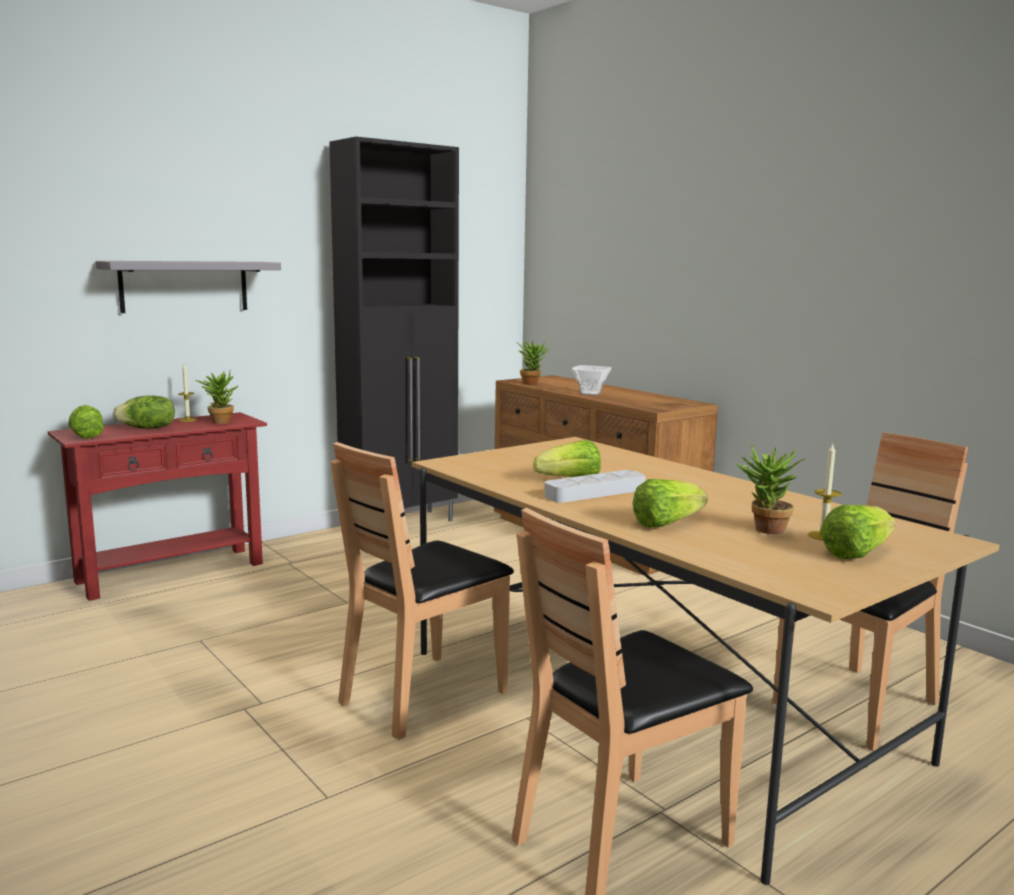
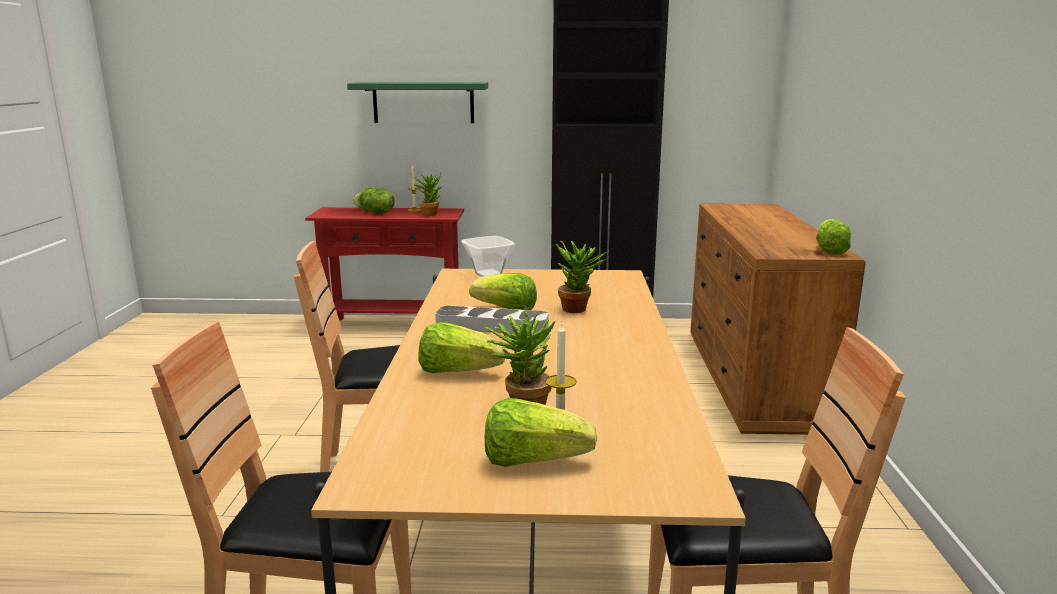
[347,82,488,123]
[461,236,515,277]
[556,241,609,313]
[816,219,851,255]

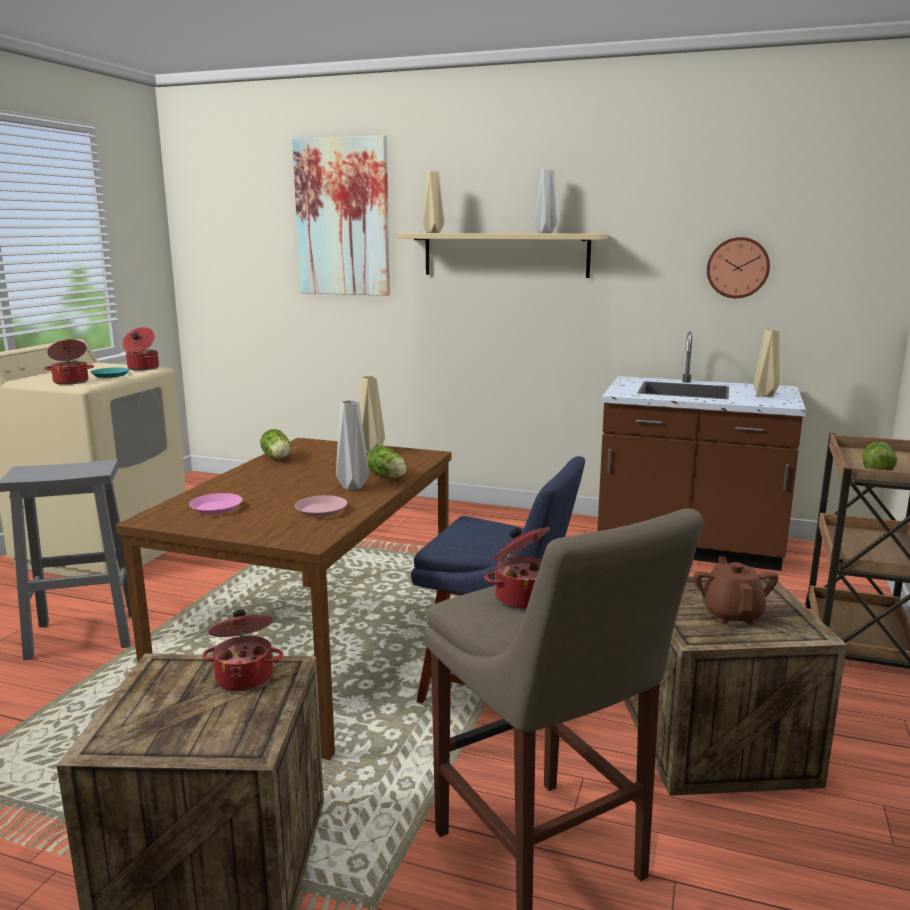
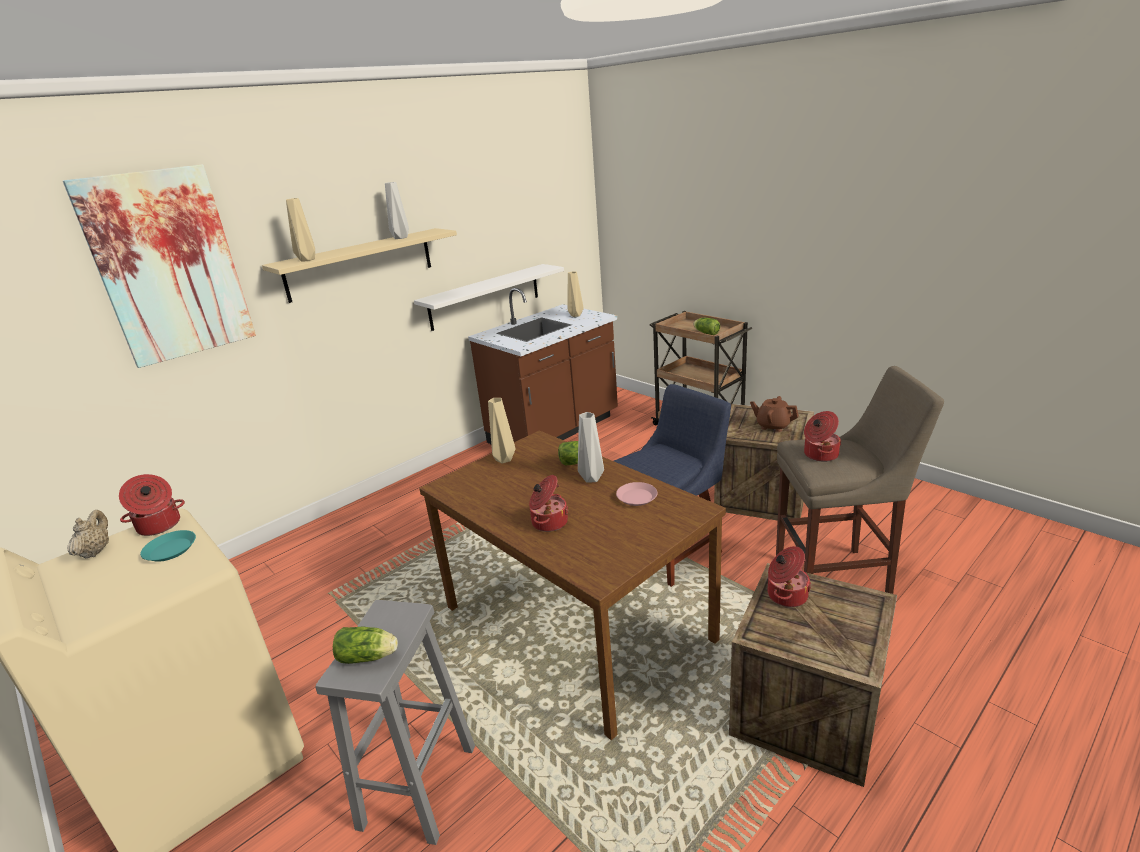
[67,510,109,558]
[333,627,398,664]
[414,264,564,331]
[529,475,568,532]
[189,493,243,515] (first image)
[707,237,770,298] (first image)

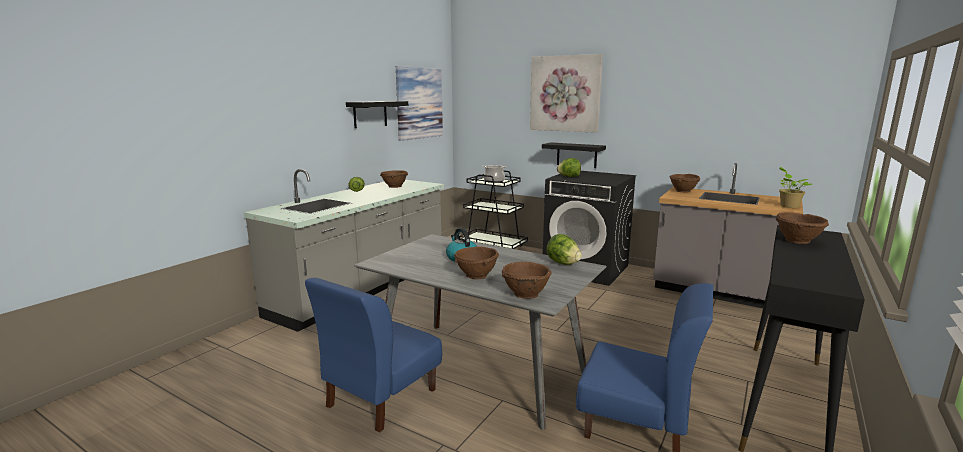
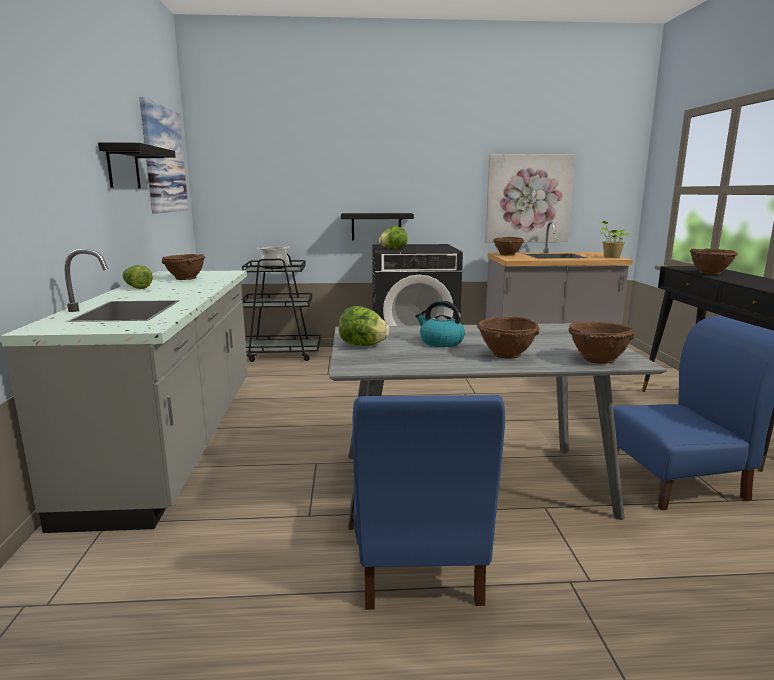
[339,306,389,346]
[485,154,575,243]

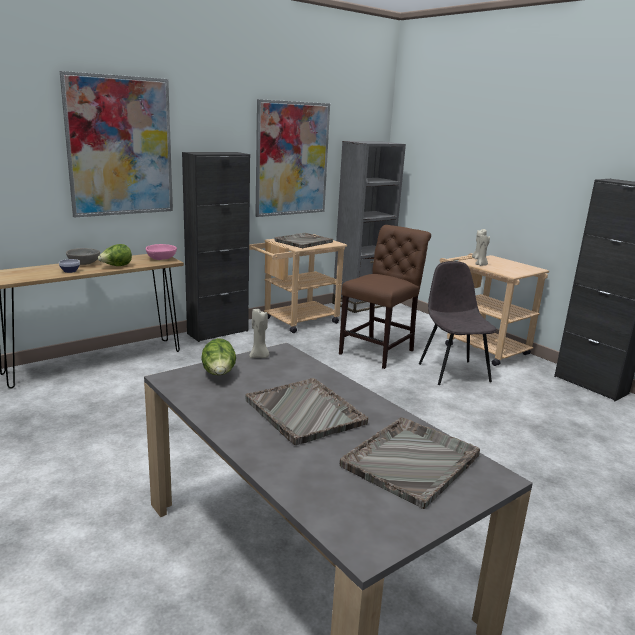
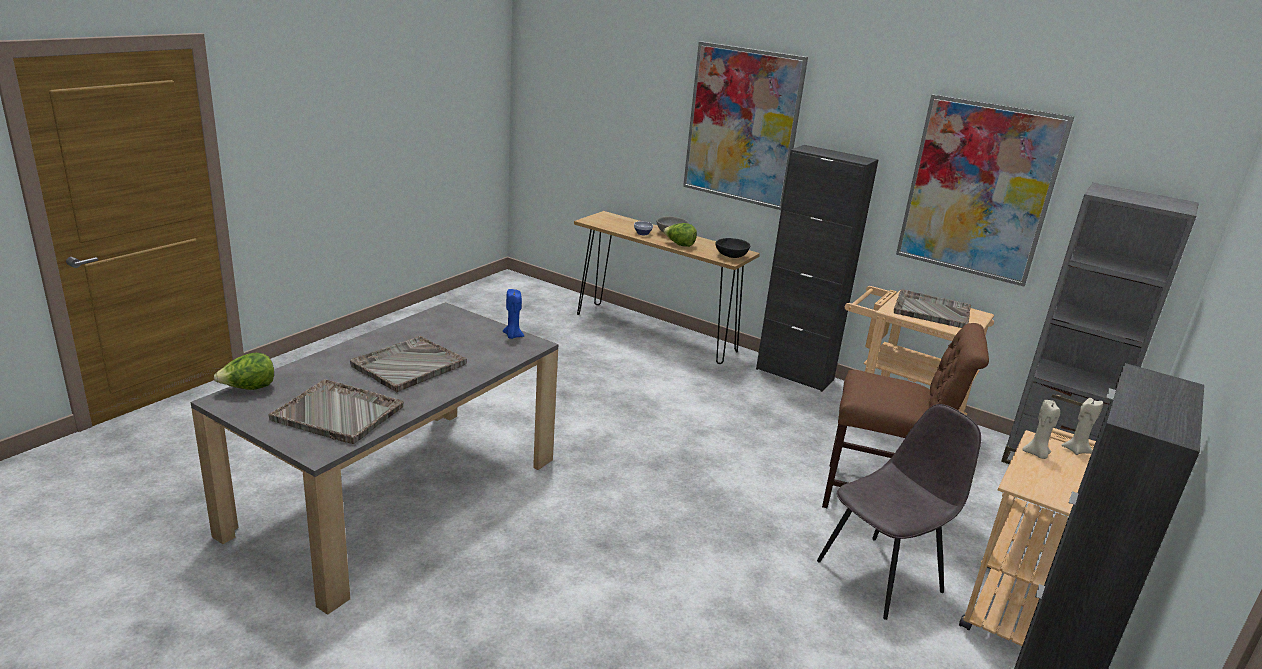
[214,353,274,390]
[503,289,524,339]
[716,238,750,258]

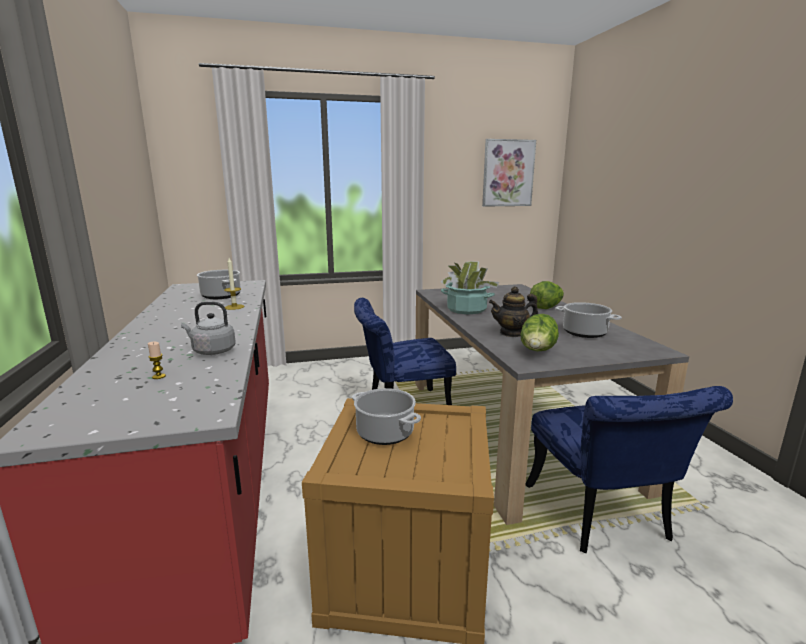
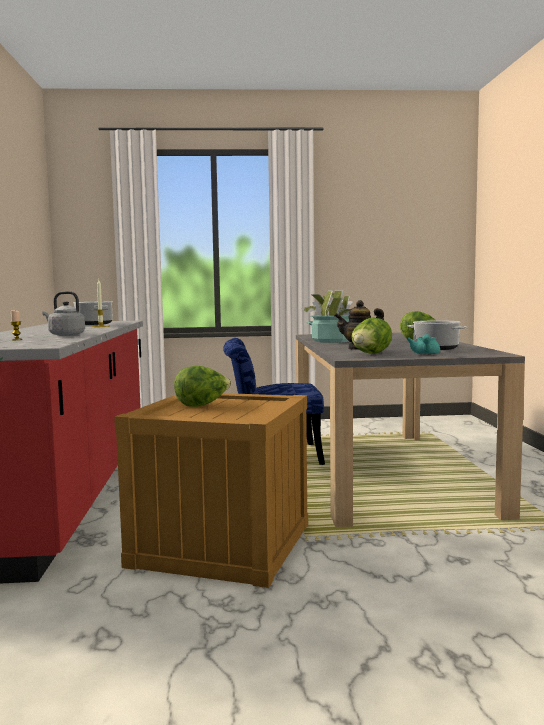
[174,366,231,407]
[407,334,440,355]
[482,139,536,207] (first image)
[525,386,733,553] (first image)

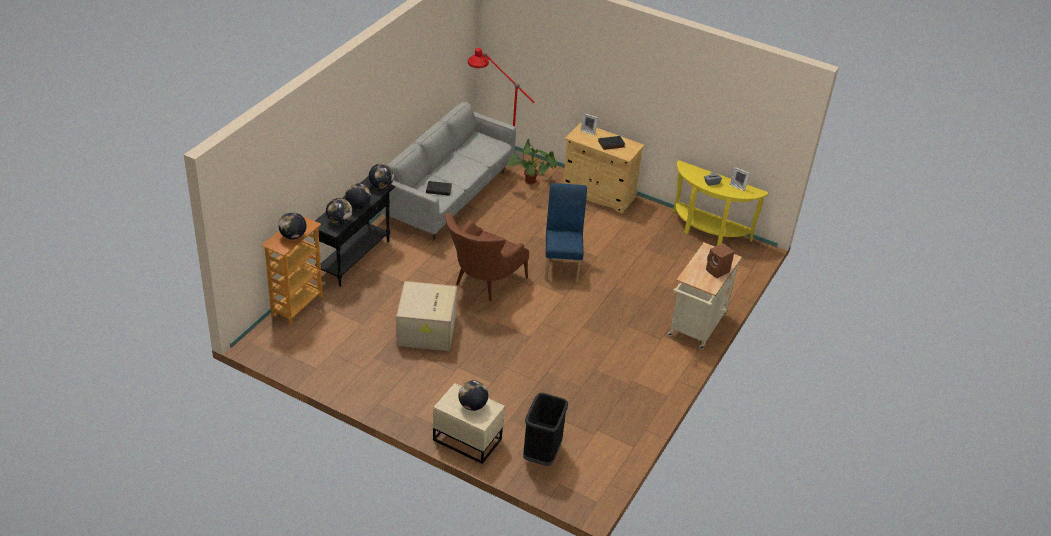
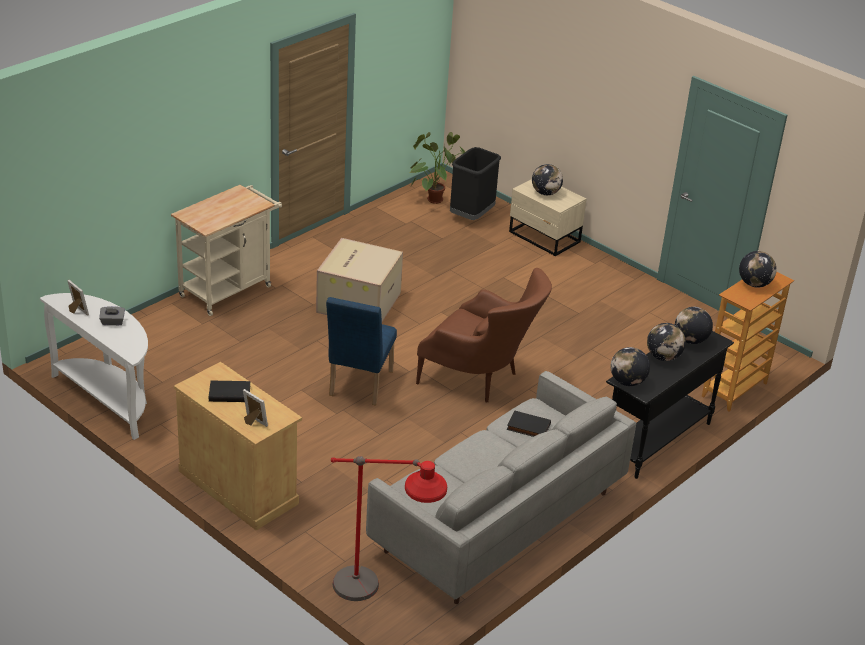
[40,293,148,440]
[316,238,403,322]
[409,132,465,204]
[416,268,552,402]
[706,243,734,278] (first image)

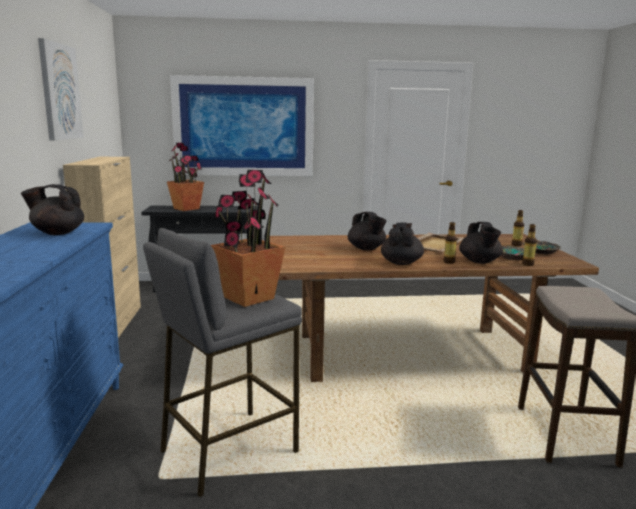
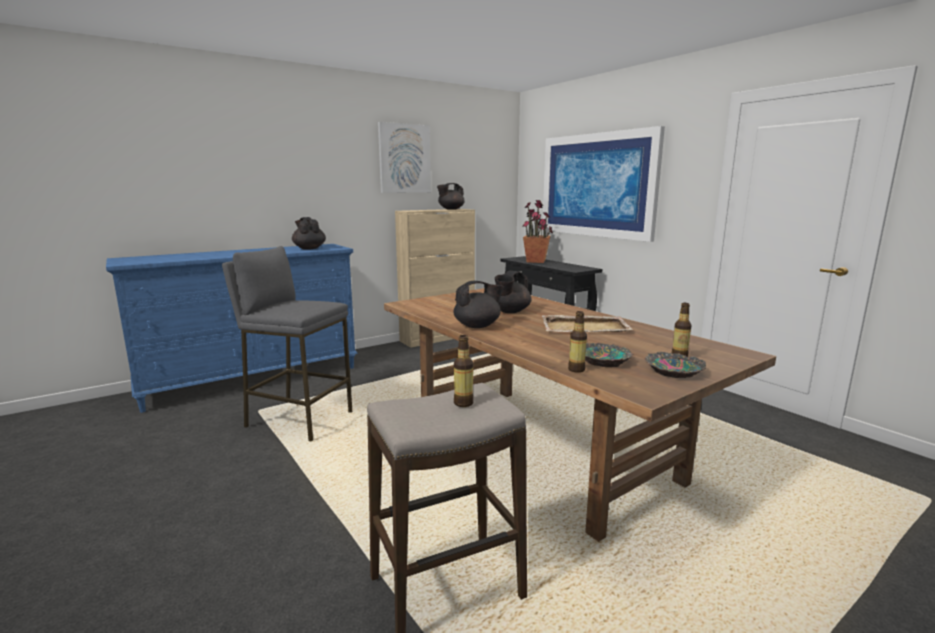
[437,183,465,210]
[454,335,474,407]
[211,170,285,307] (first image)

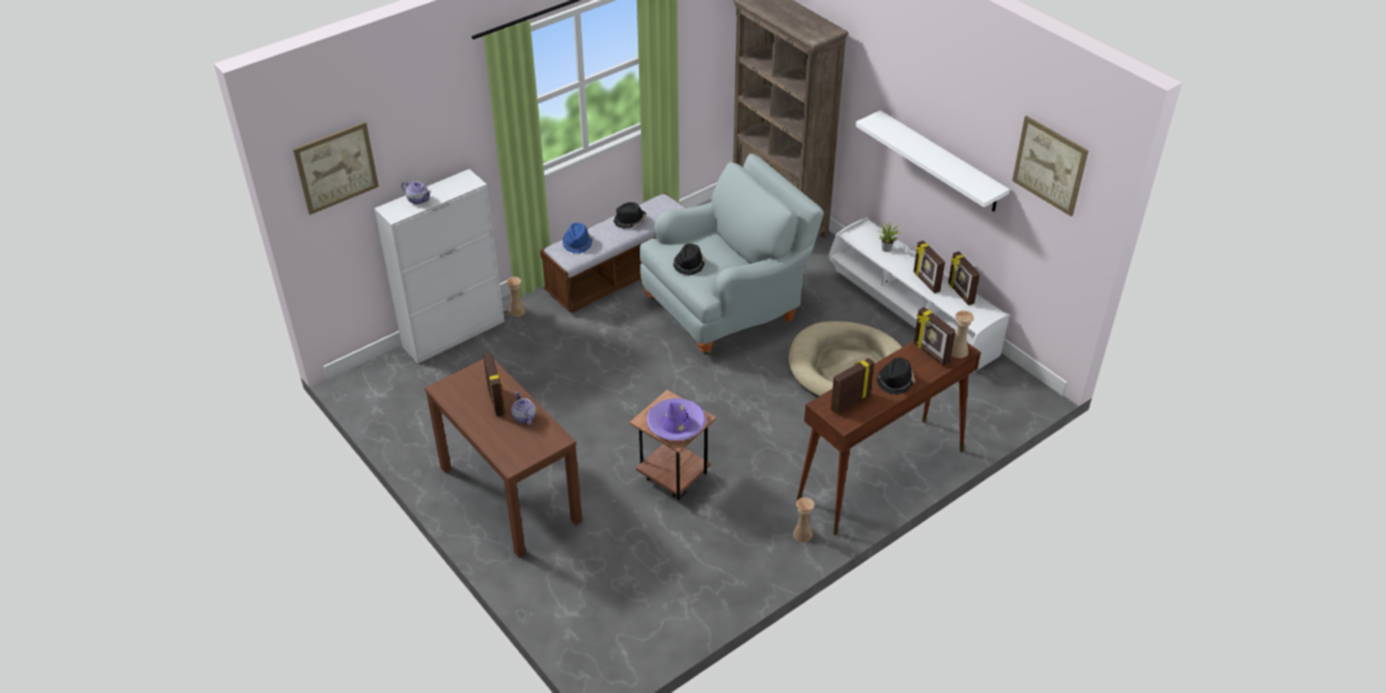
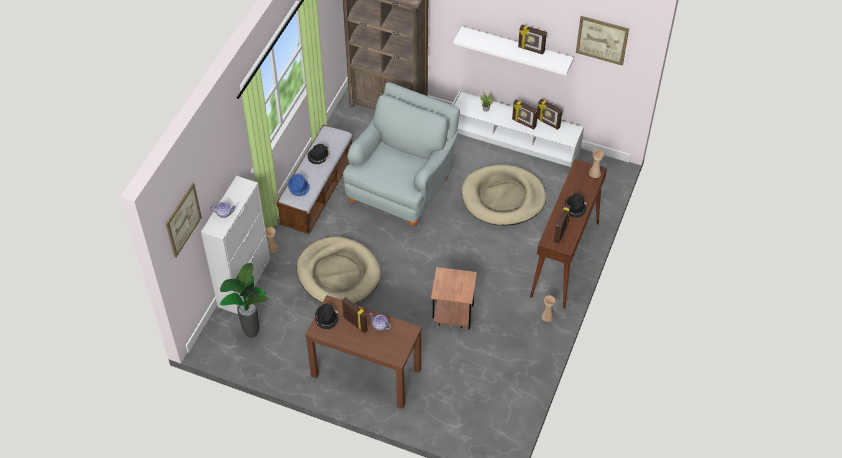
[220,263,268,338]
[297,237,381,304]
[315,304,339,329]
[518,25,547,54]
[647,398,706,441] (first image)

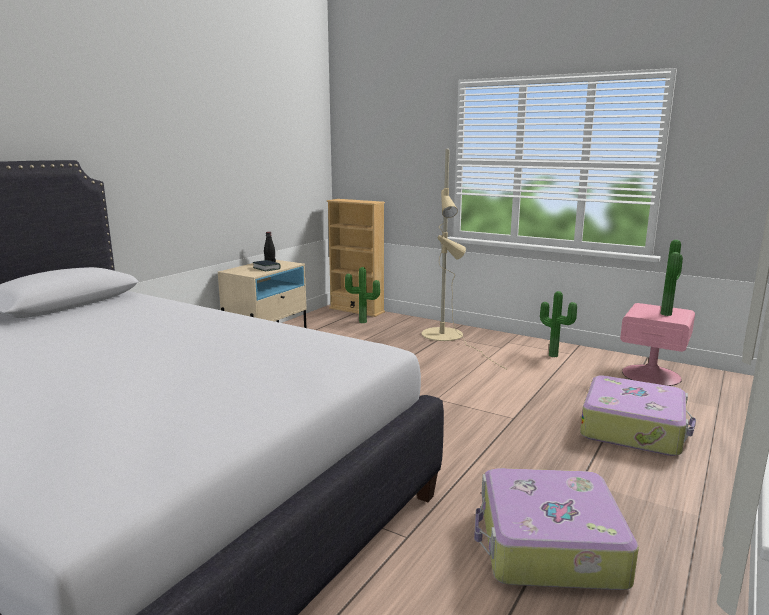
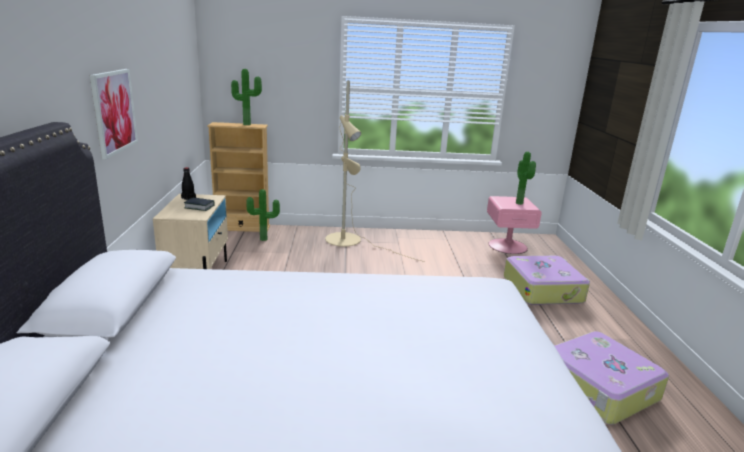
[90,69,138,159]
[231,69,262,125]

